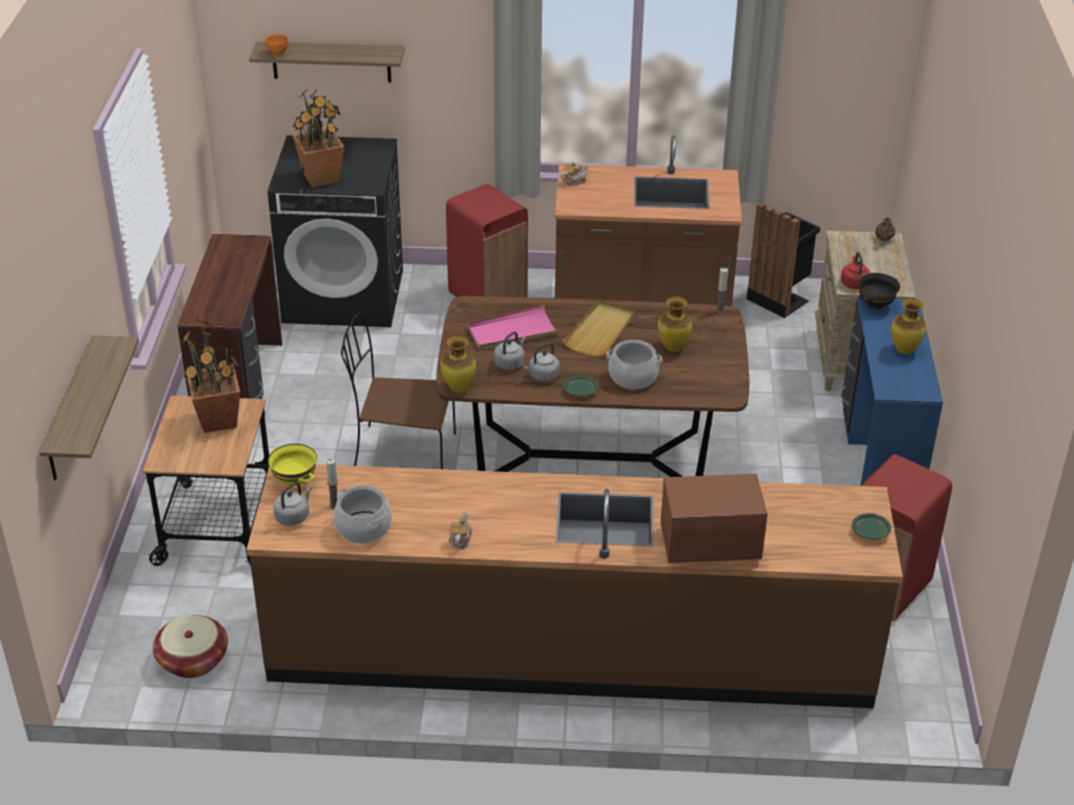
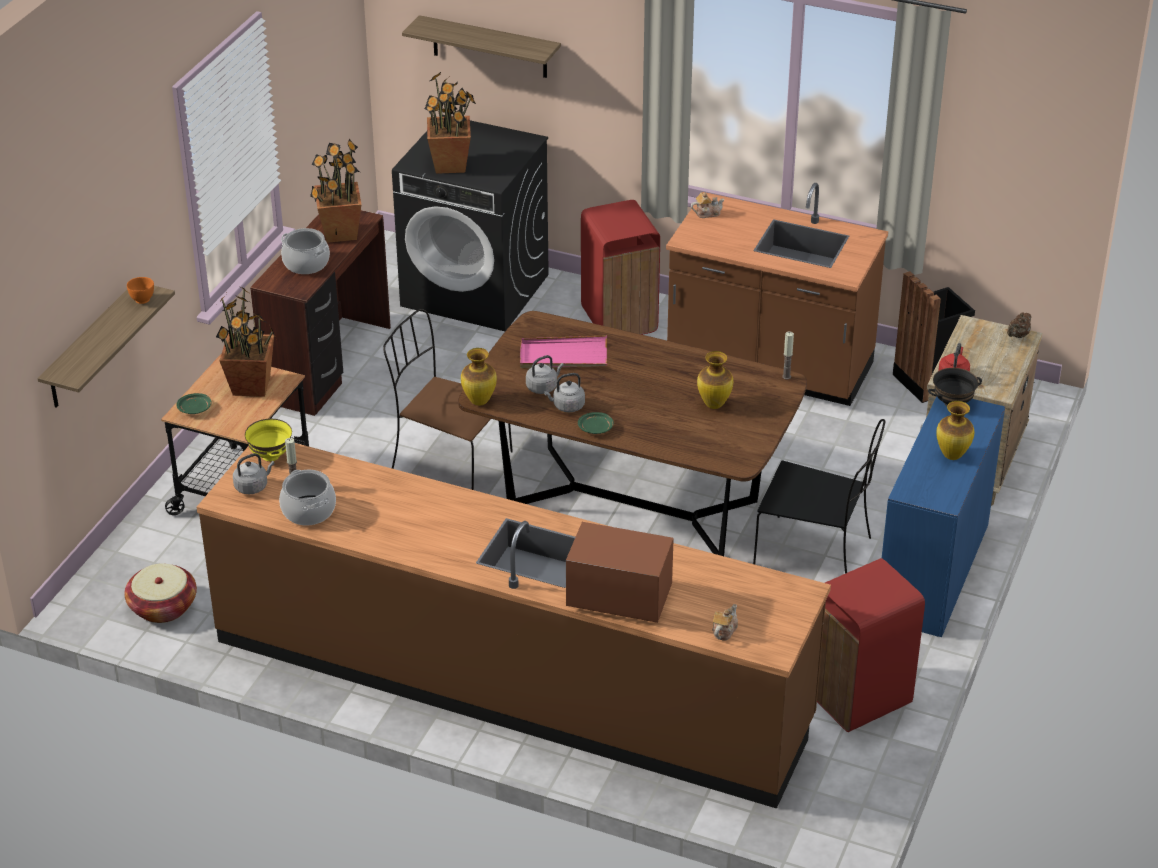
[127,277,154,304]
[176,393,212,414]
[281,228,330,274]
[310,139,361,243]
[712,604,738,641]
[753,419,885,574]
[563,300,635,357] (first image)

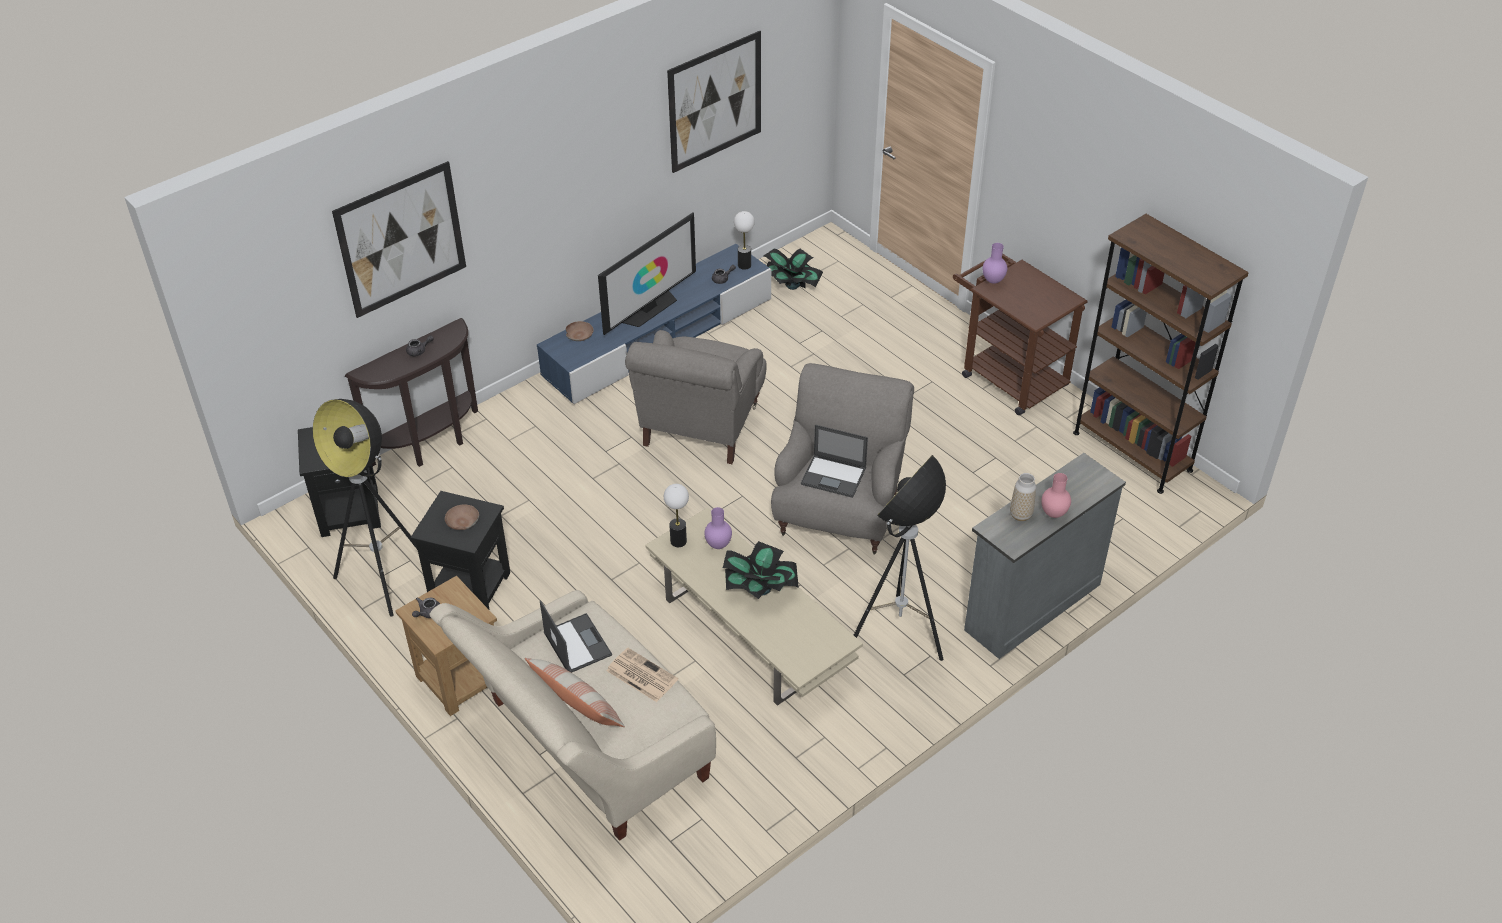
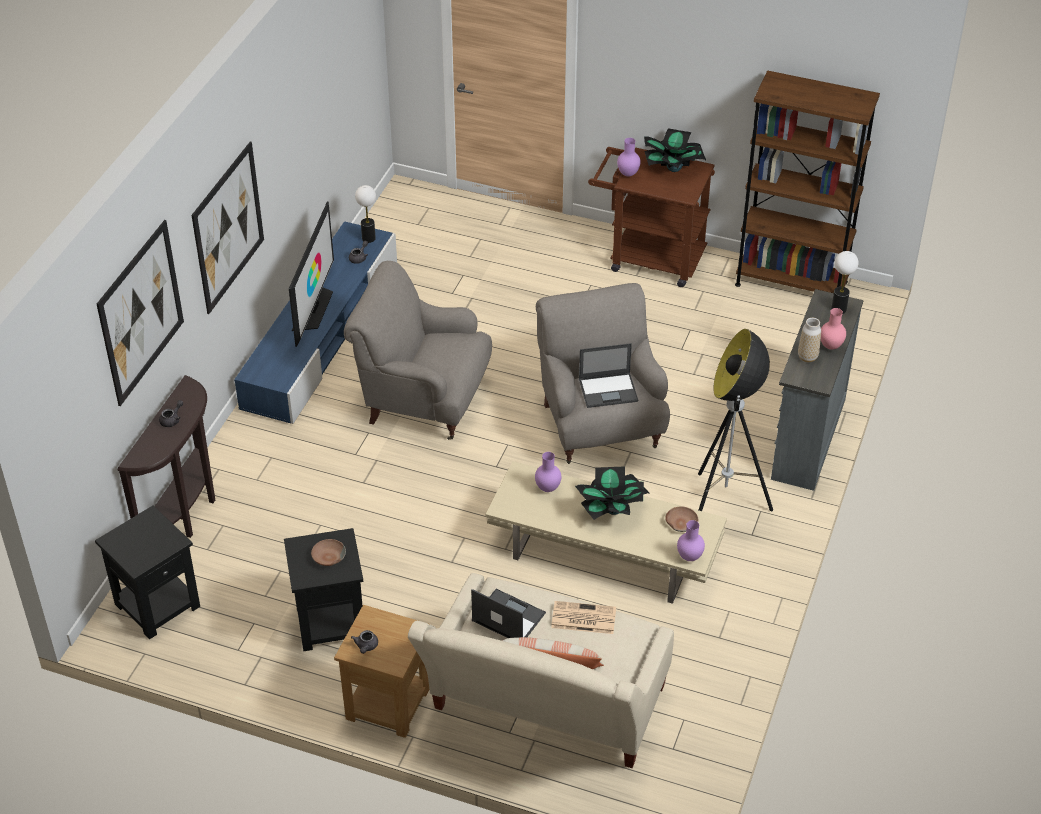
[191,142,264,314]
[344,261,492,440]
[644,128,706,172]
[665,506,698,532]
[677,520,705,561]
[831,251,858,314]
[313,399,417,617] (first image)

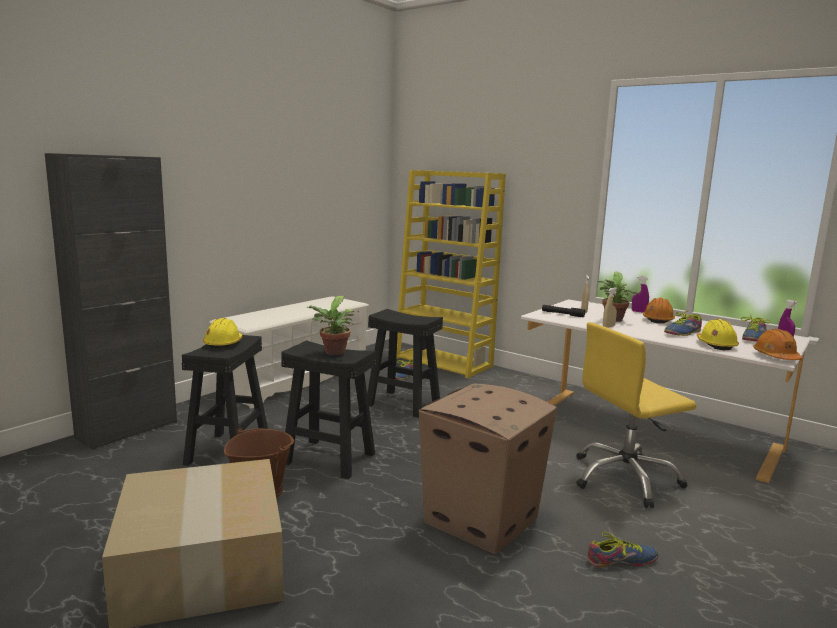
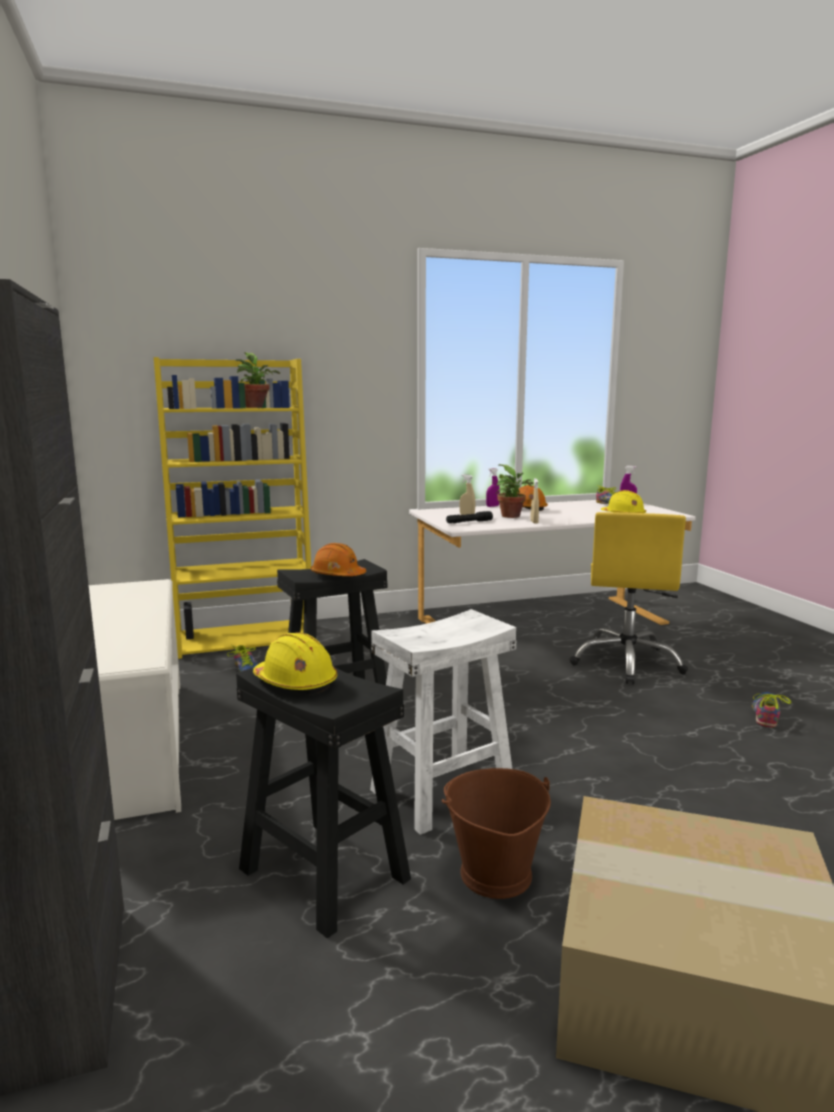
[235,352,280,408]
[311,543,366,576]
[370,609,516,835]
[419,383,557,555] (first image)
[664,311,702,336] (first image)

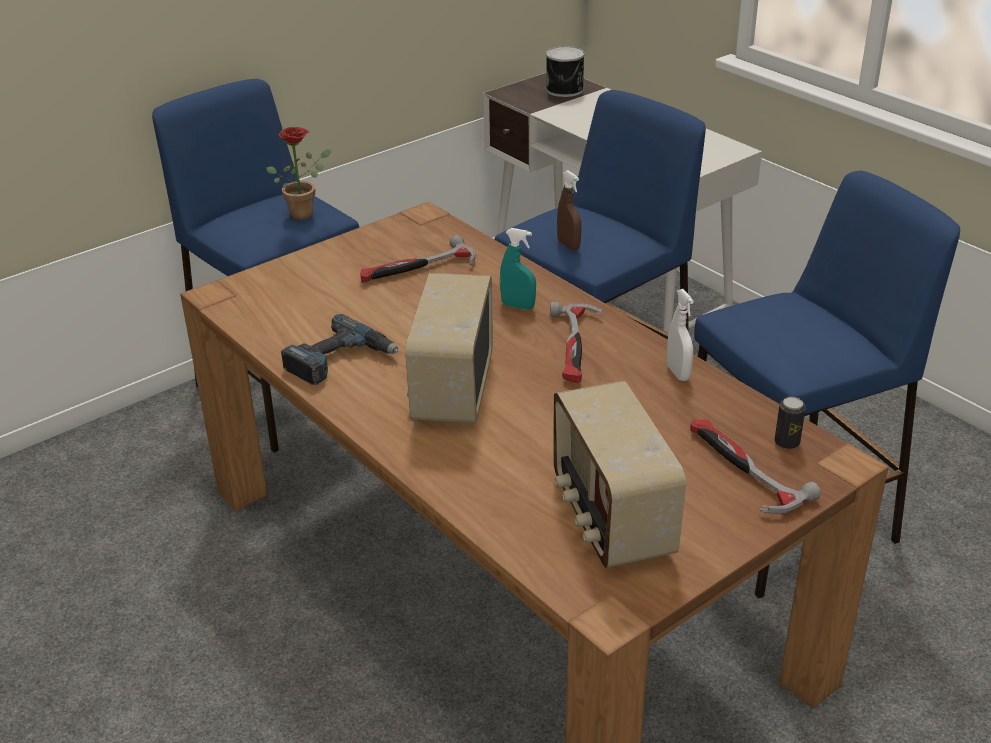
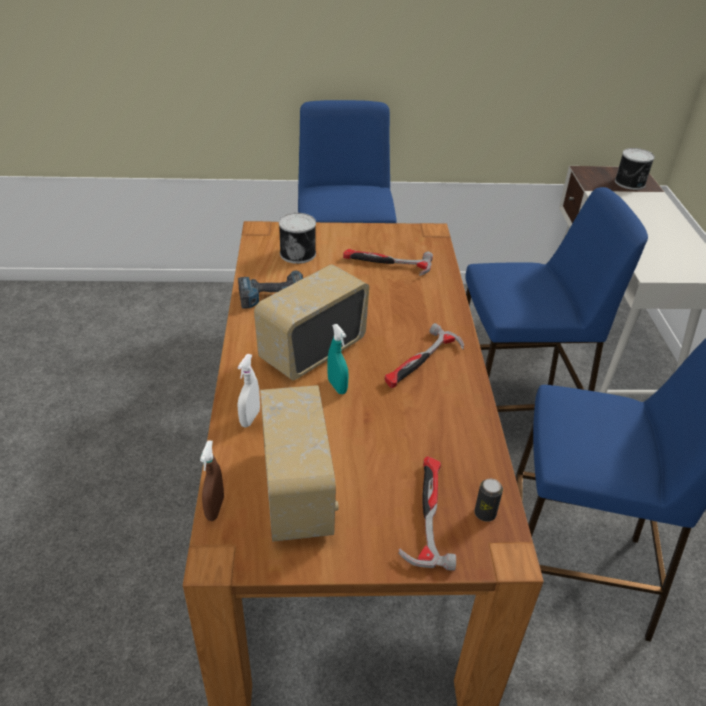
[200,440,224,521]
[237,354,260,427]
[260,385,339,542]
[279,213,316,264]
[327,324,349,394]
[266,127,332,220] (first image)

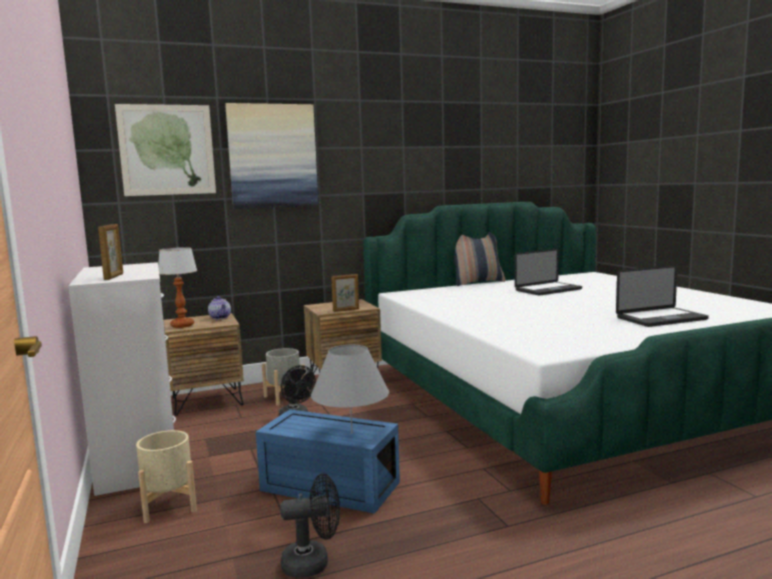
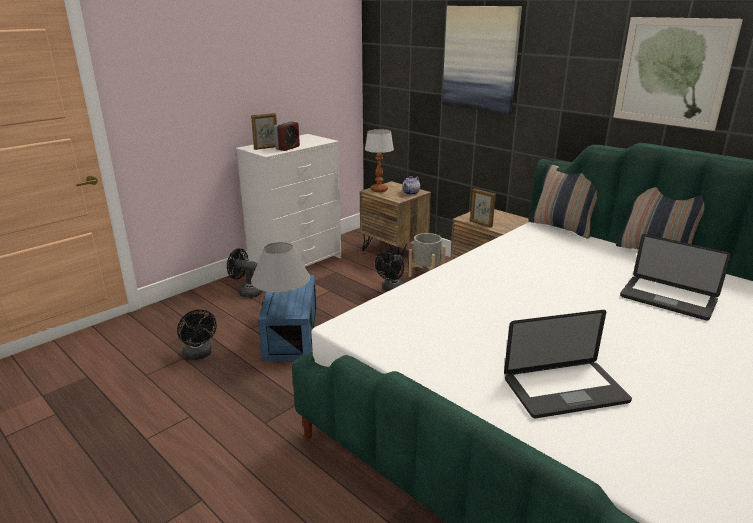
[227,248,263,298]
[274,121,300,151]
[504,310,632,418]
[530,163,597,239]
[613,17,743,131]

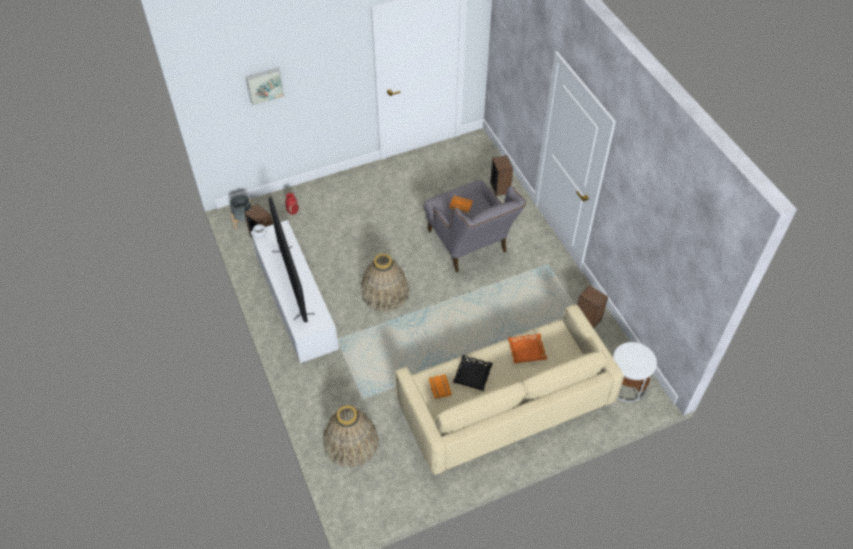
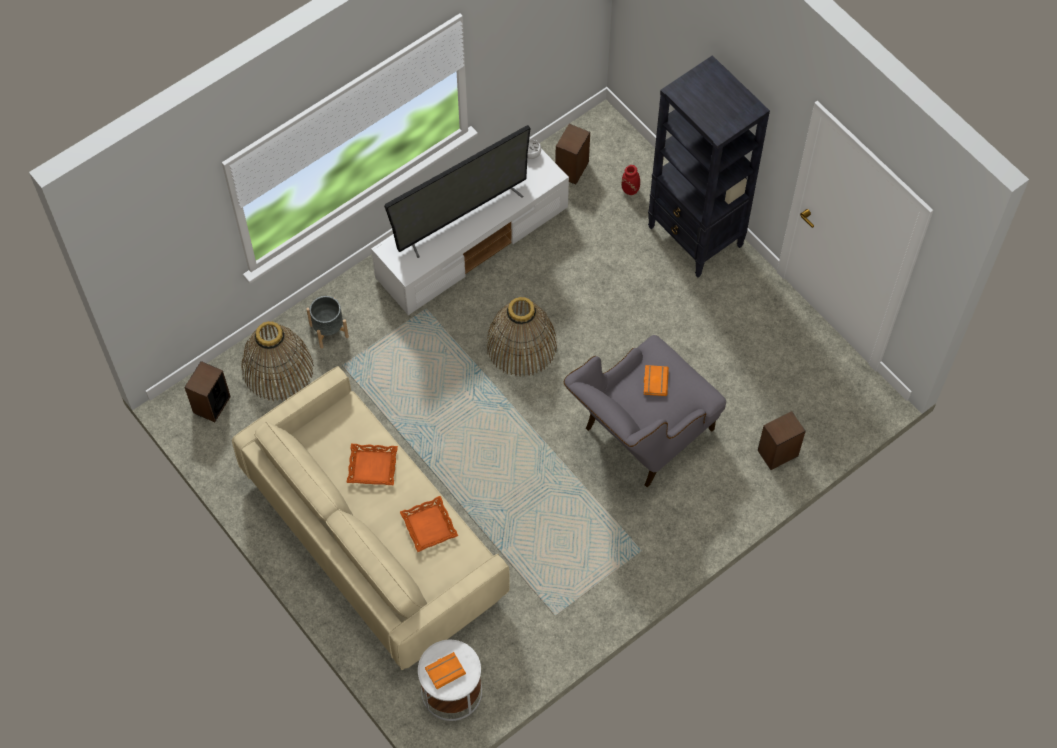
[184,361,231,422]
[306,296,349,348]
[347,444,398,485]
[425,652,466,689]
[648,55,770,277]
[245,68,284,106] (first image)

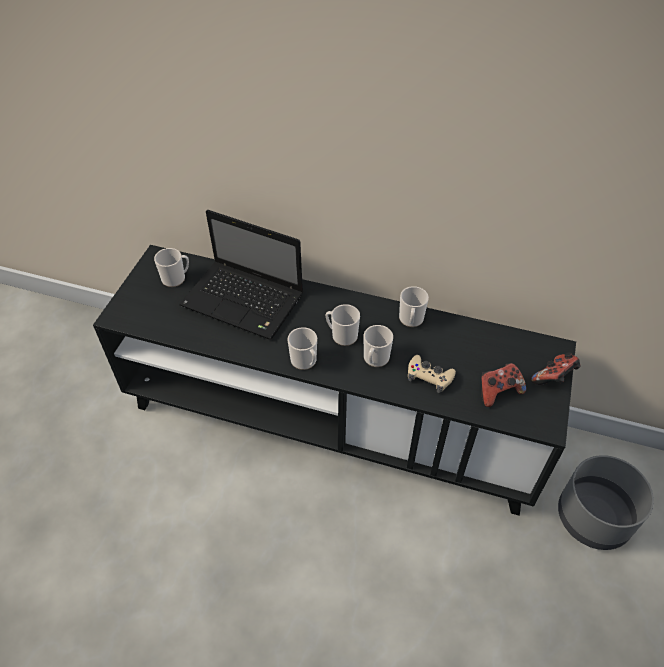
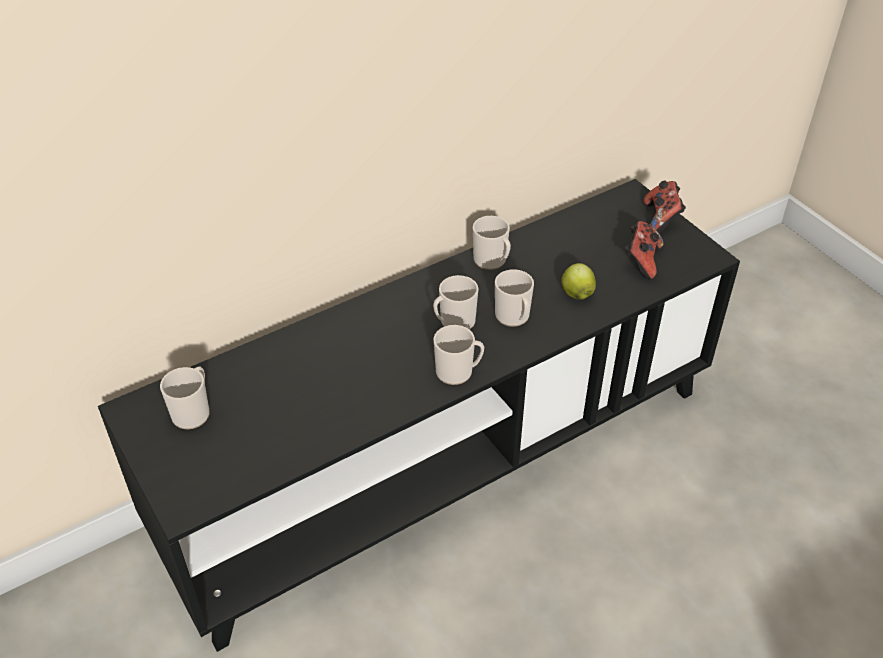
[561,263,596,300]
[179,210,303,340] (first image)
[558,455,654,550] (first image)

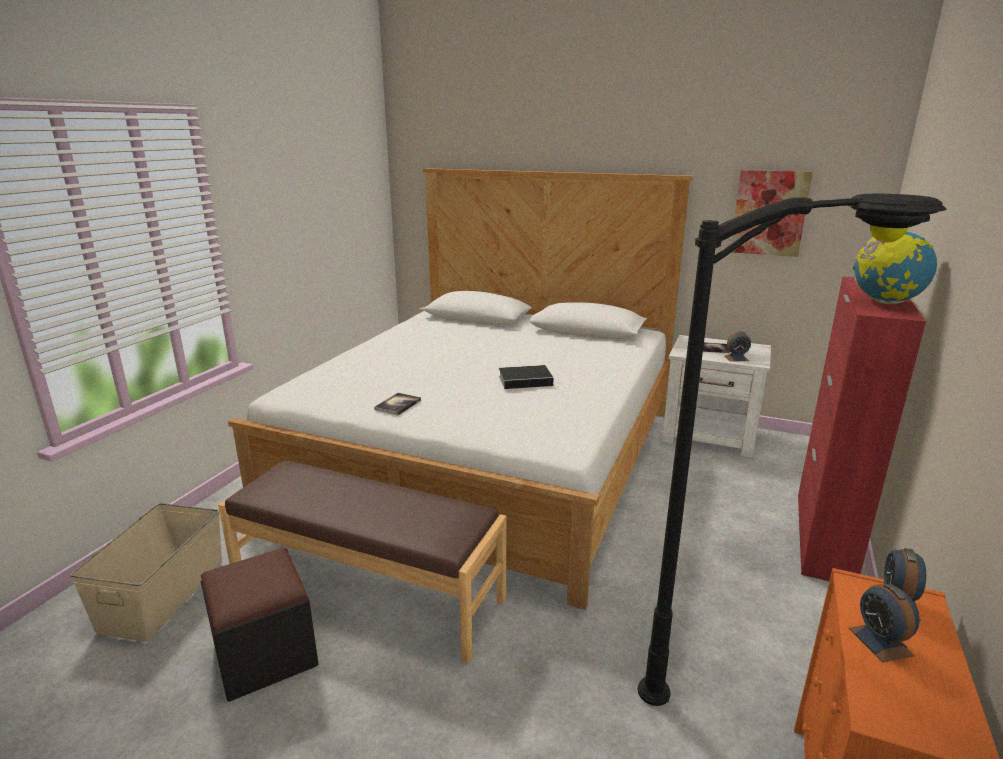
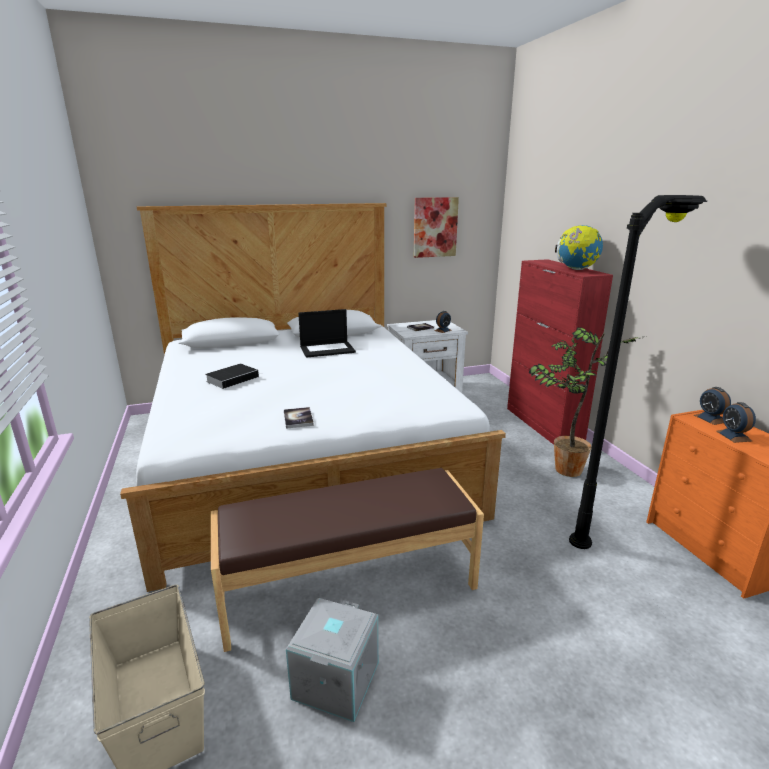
[205,364,259,389]
[286,598,379,722]
[298,309,356,358]
[528,327,640,477]
[716,402,756,443]

